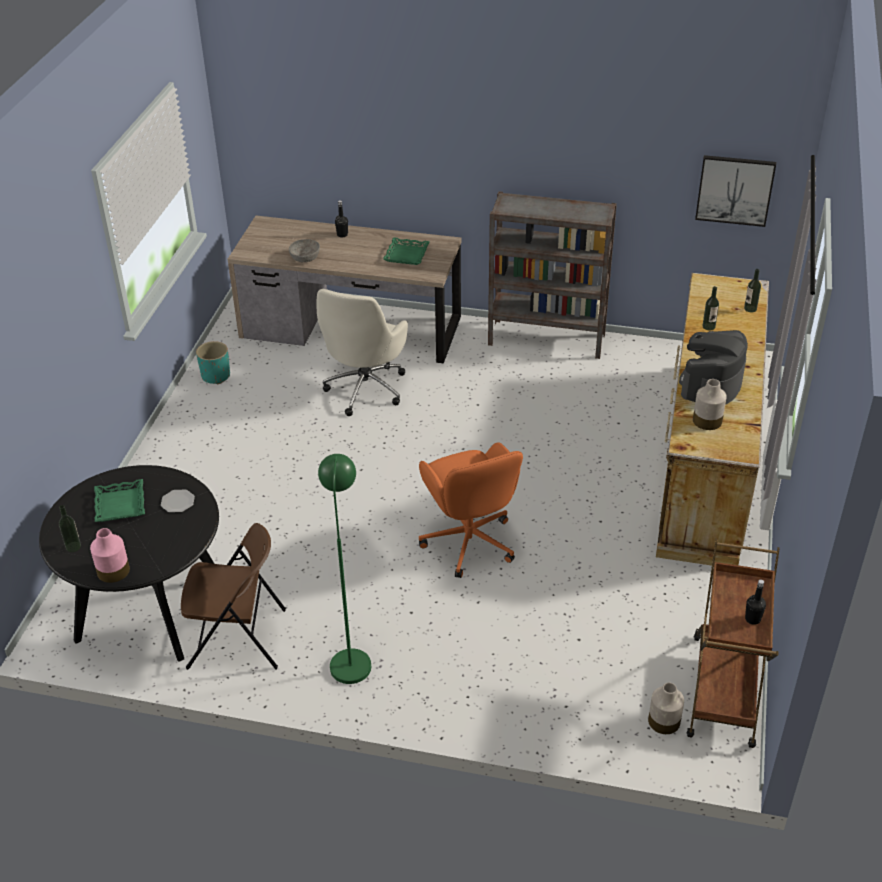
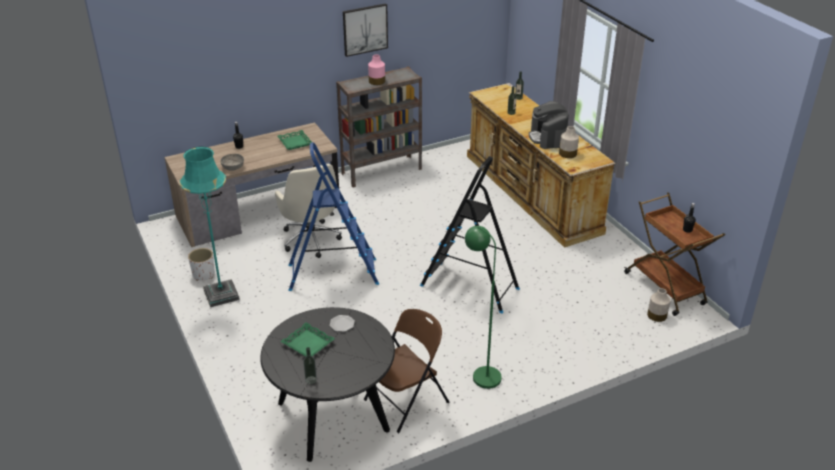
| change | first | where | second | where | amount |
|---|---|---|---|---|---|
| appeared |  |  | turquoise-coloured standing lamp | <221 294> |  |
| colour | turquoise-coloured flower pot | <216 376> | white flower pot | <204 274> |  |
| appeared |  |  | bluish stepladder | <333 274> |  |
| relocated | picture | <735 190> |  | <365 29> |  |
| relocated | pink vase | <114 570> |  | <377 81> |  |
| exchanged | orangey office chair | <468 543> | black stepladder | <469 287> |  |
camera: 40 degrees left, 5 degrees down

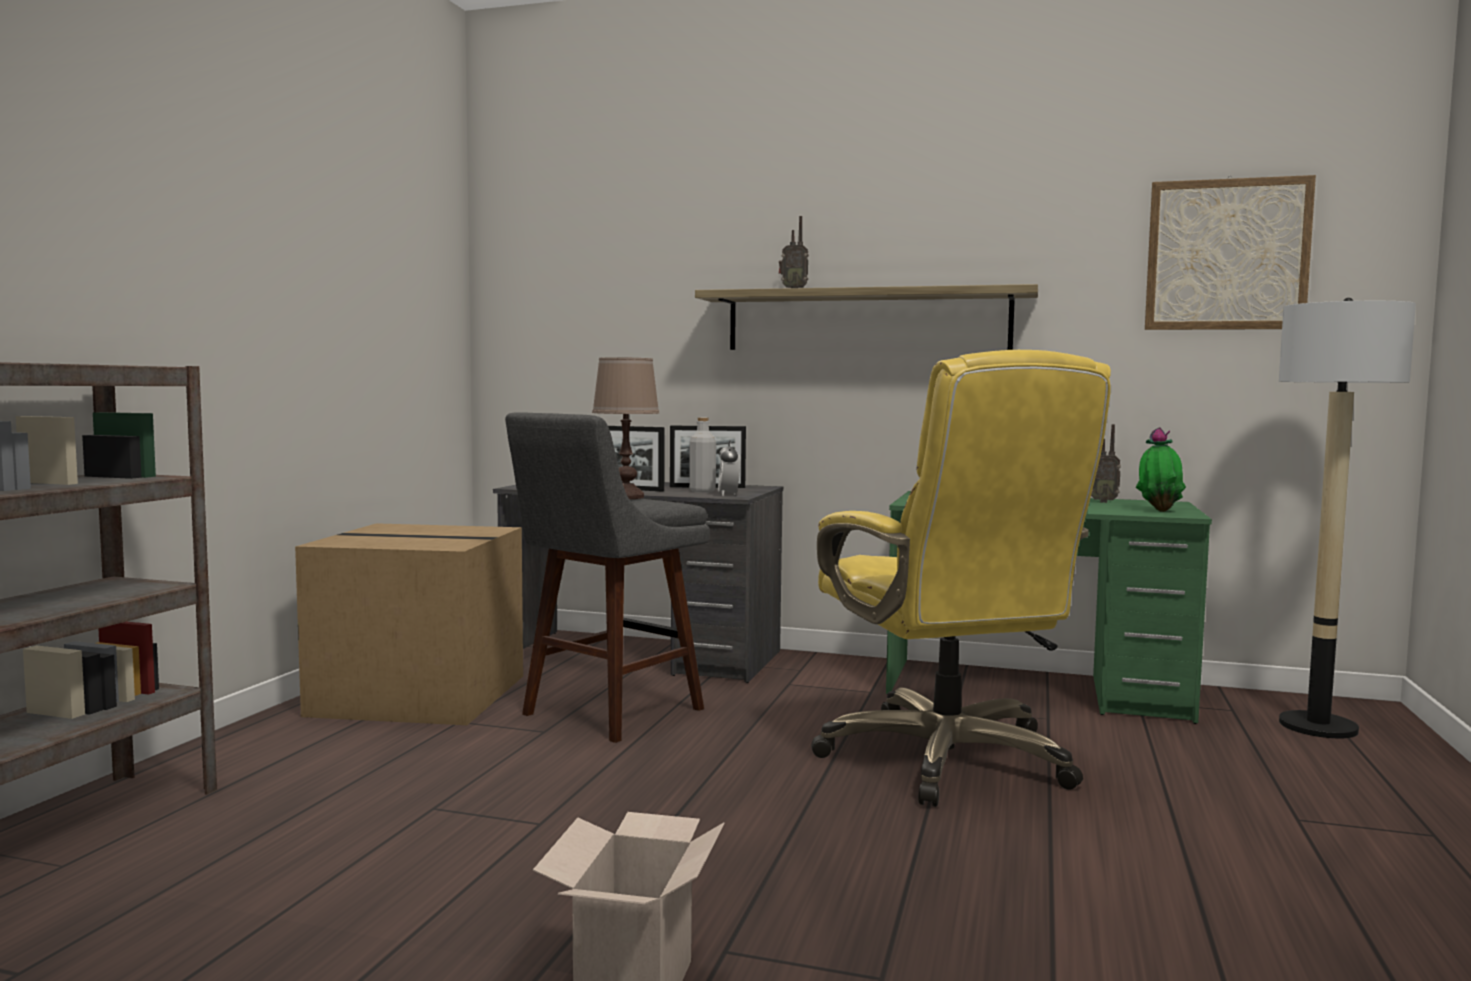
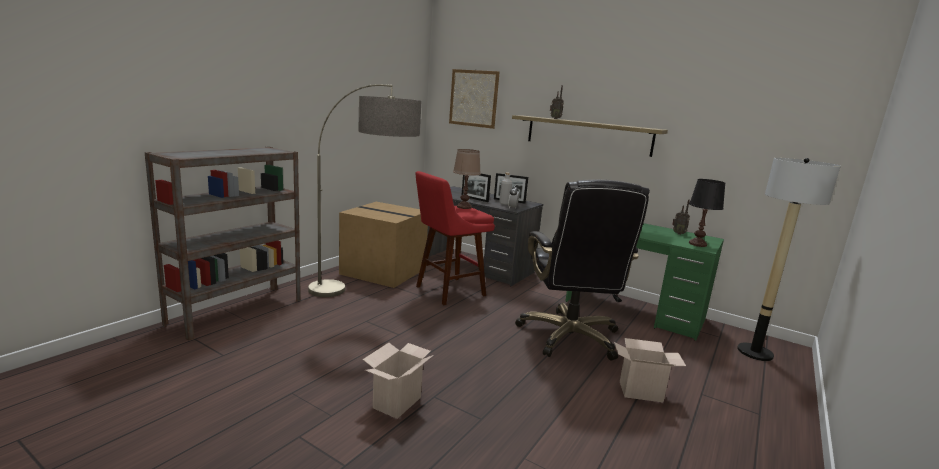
| change | first | where | second | where | amount |
|---|---|---|---|---|---|
| appeared |  |  | standing lamp | <364 299> |  |
| colour | gray stool | <607 714> | reddish stool | <447 291> |  |
| relocated | picture | <1227 253> |  | <473 97> |  |
| colour | yellowish office chair | <946 757> | black office chair | <569 336> |  |
| appeared |  |  | cardboard box | <641 391> |  |
| exchanged | plant in a pot | <1159 510> | black lamp for a table | <697 244> |  |
camera: 15 degrees right, 10 degrees up

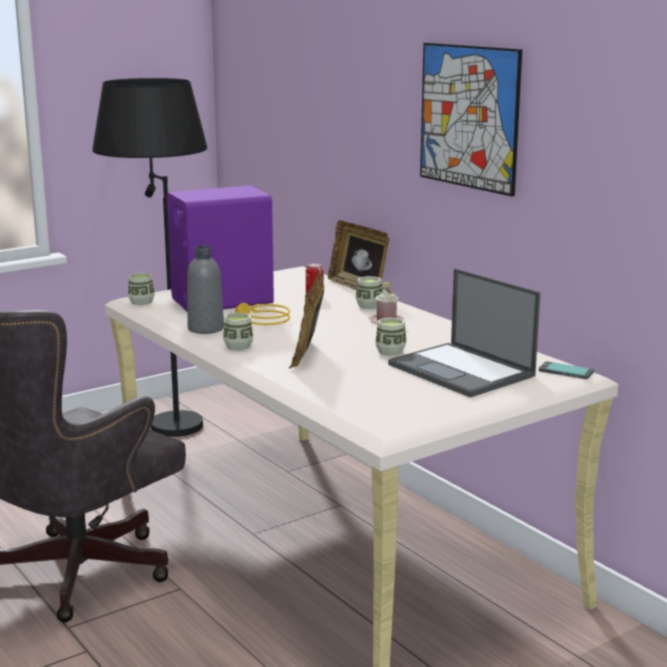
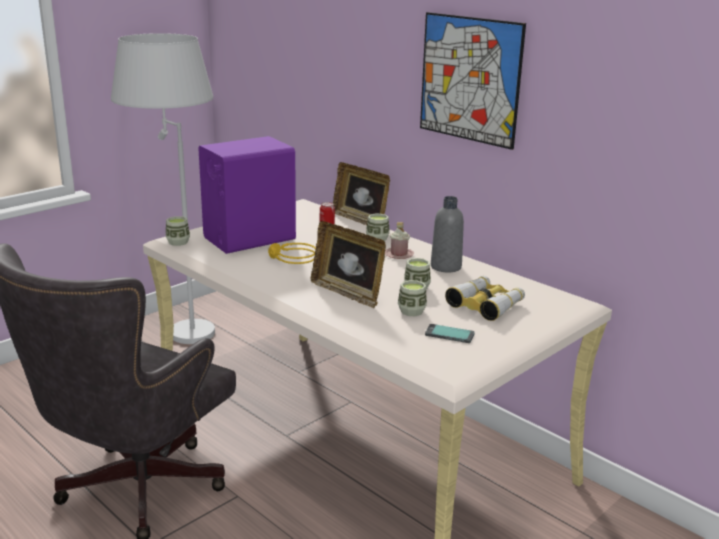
| change | first | where | second | where | amount |
|---|---|---|---|---|---|
| colour | black standing lamp | <164 417> | white standing lamp | <179 325> |  |
| spun | photo frame | <308 354> |  | <348 293> | 45 degrees counterclockwise |
| relocated | drinking cup | <238 346> |  | <411 311> |  |
| relocated | telephone | <565 371> |  | <449 335> |  |
| relocated | gray drink bottle | <205 329> |  | <446 267> |  |
| exchanged | laptop | <462 371> | field glasses | <485 305> |  |
camera: 10 degrees left, 5 degrees up

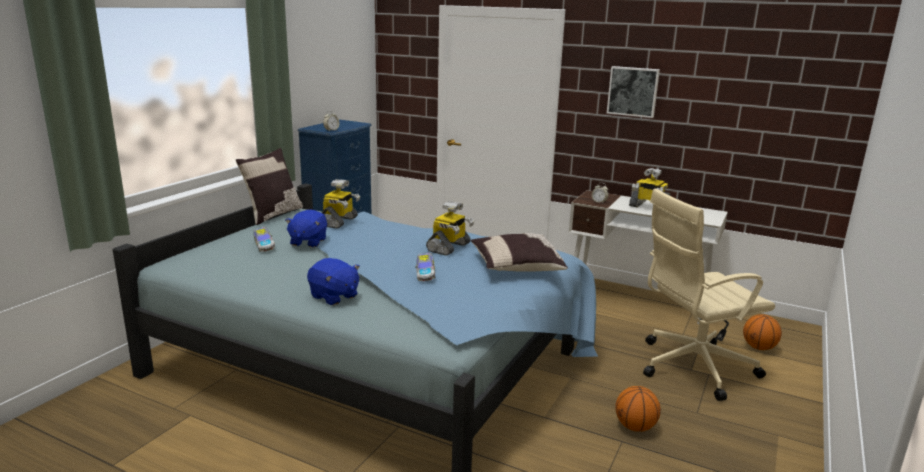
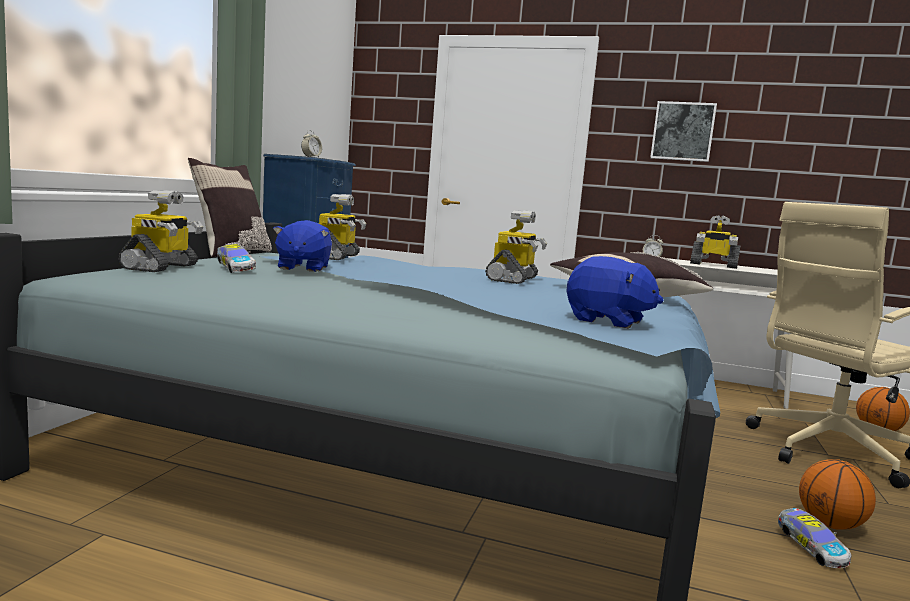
| change | first | where | second | where | amount |
|---|---|---|---|---|---|
| appeared |  |  | robot figure | <161 267> |  |
| relocated | bluish plush toy | <334 296> |  | <608 321> |  |
| relocated | toy car | <425 274> |  | <809 548> |  |
camera: 10 degrees left, 10 degrees down

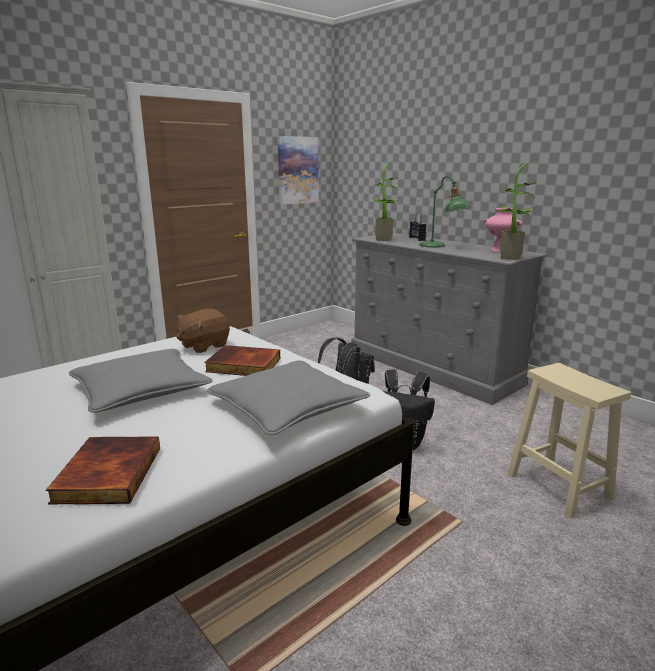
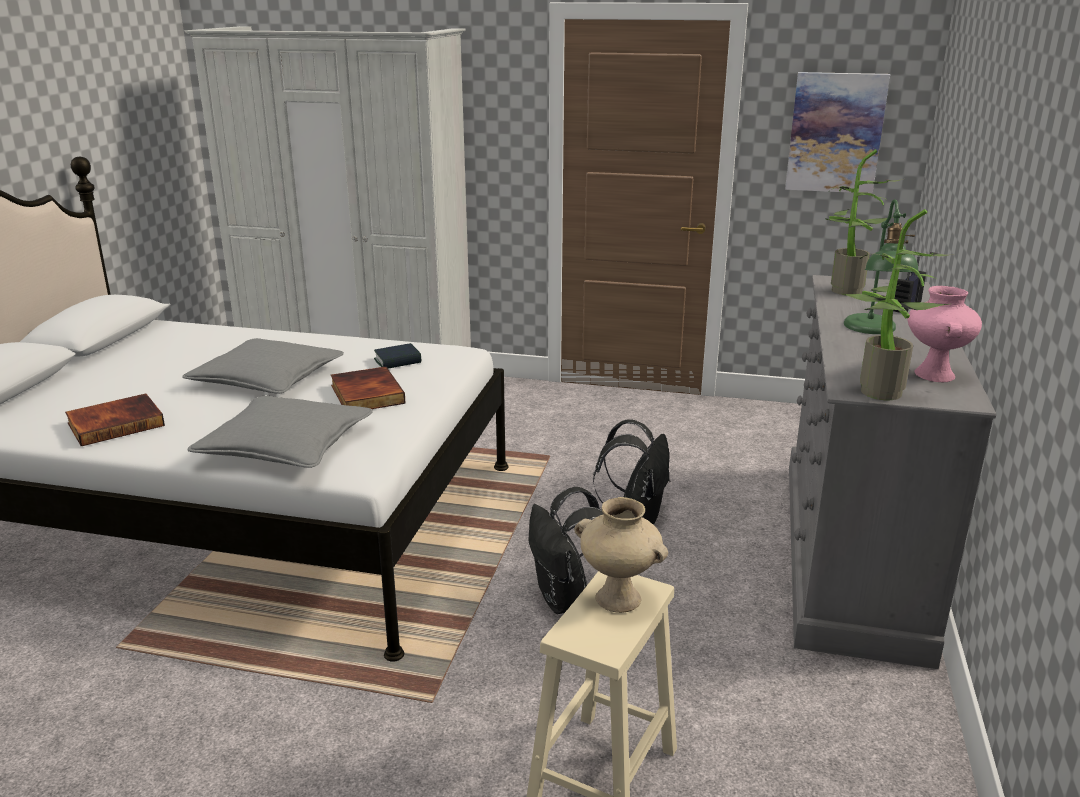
| change | first | where | second | where | amount |
|---|---|---|---|---|---|
| exchanged | brown-coloured plush toy | <203 346> | bound book | <398 361> |  |
| appeared |  |  | beige vase | <619 598> |  |
camera: 55 degrees right, 5 degrees up

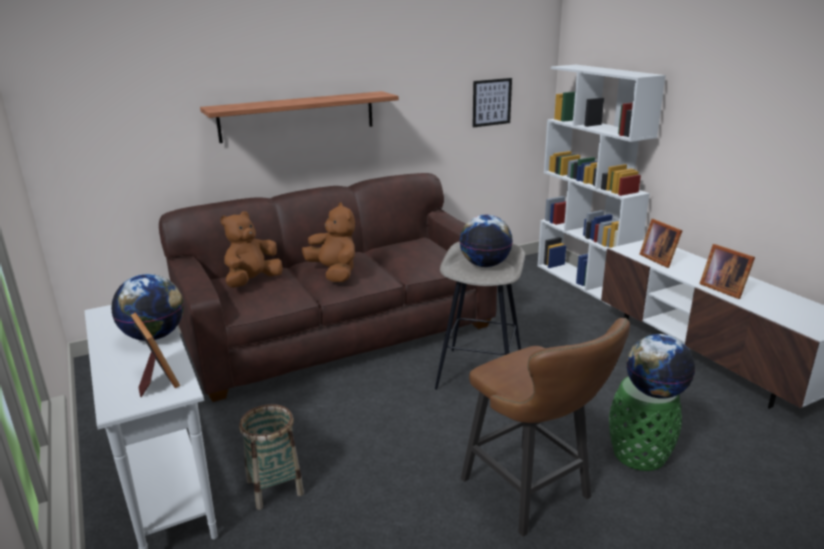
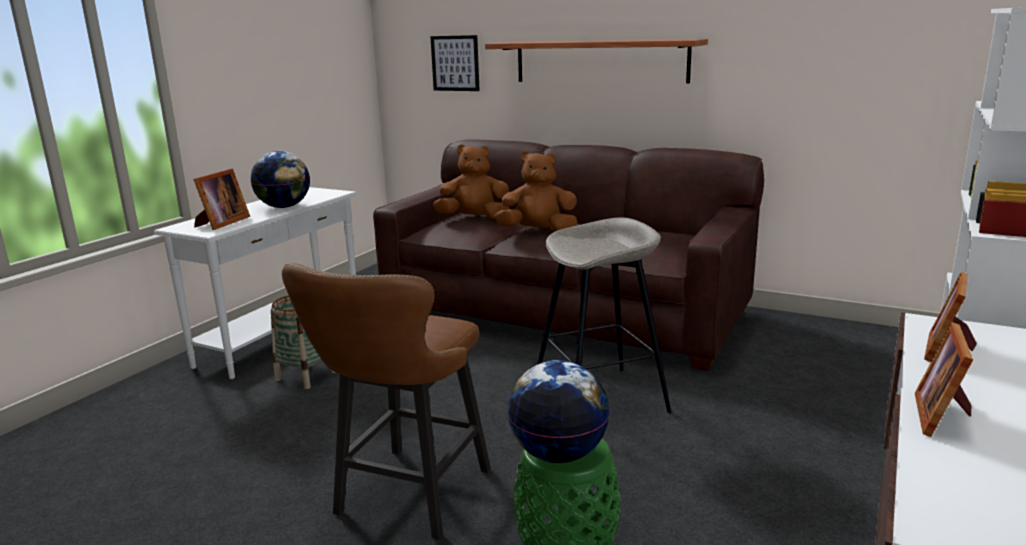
| change | first | where | second | where | amount |
|---|---|---|---|---|---|
| relocated | picture | <491 102> |  | <455 63> |  |
| spun | brown-coloured plush toy | <334 273> |  | <538 232> | 105 degrees counterclockwise |
| missing | globe | <485 265> |  |  |  |
camera: 55 degrees right, 5 degrees down

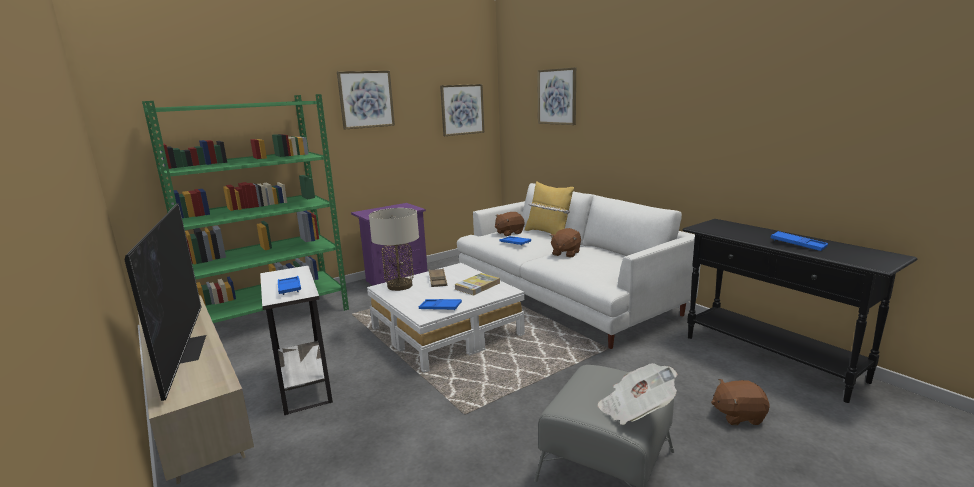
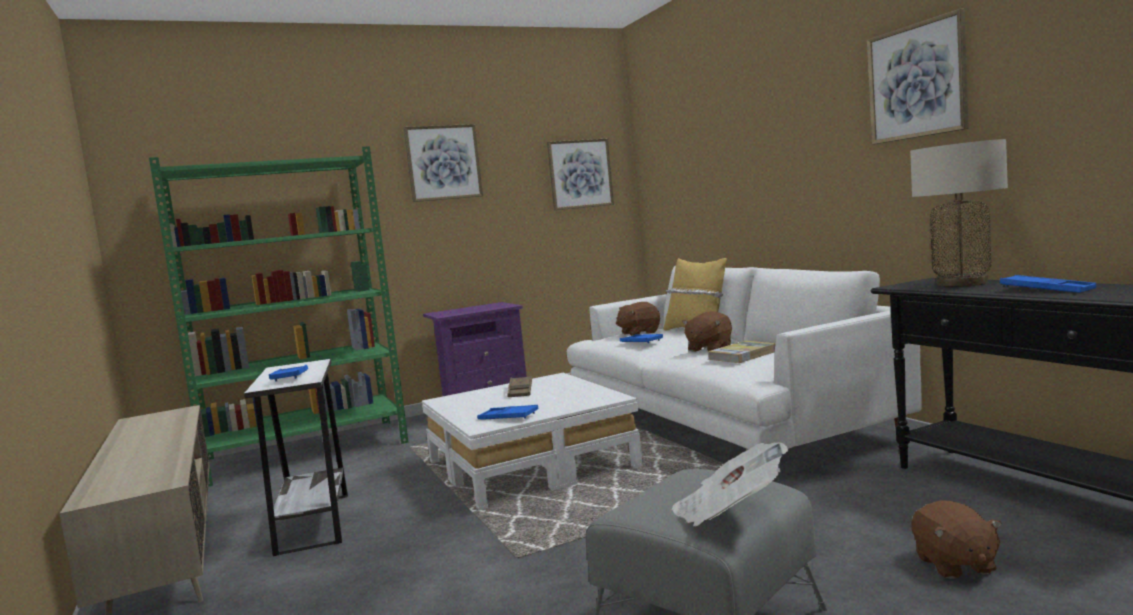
| change | first | where | second | where | amount |
|---|---|---|---|---|---|
| relocated | bound book | <477 286> |  | <742 355> |  |
| relocated | picture | <557 96> |  | <917 81> |  |
| relocated | lamp for a table | <399 286> |  | <961 283> |  |
| spun | brown-coloured plush toy | <738 415> |  | <954 564> | 105 degrees counterclockwise |
| missing | TV set | <184 349> |  |  |  |
camera: 10 degrees right, 10 degrees down

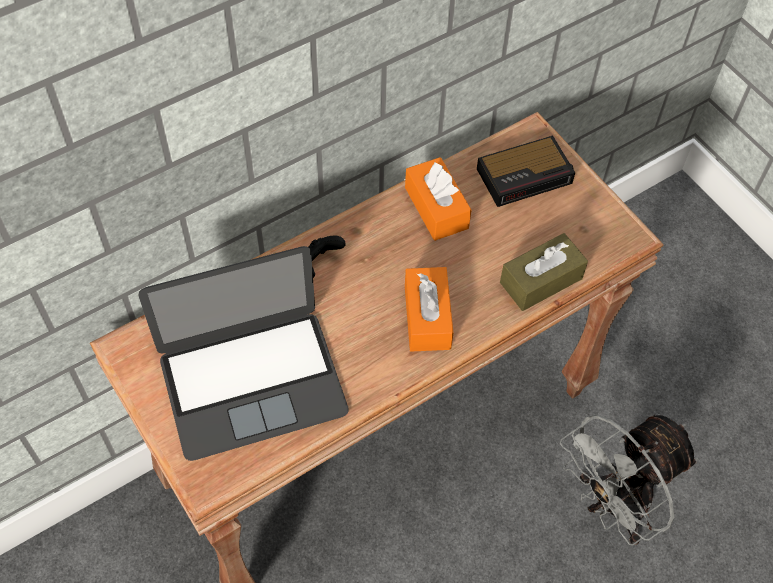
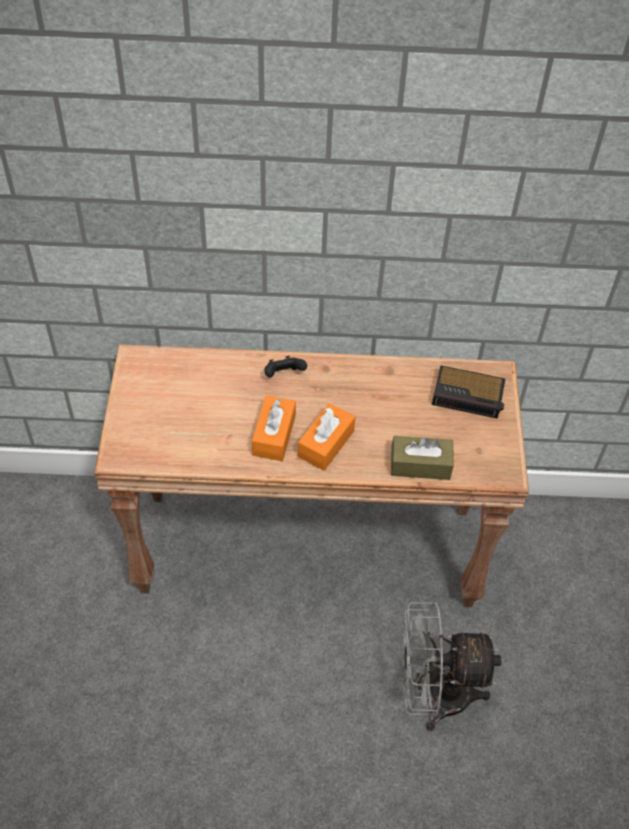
| change | first | where | second | where | amount |
|---|---|---|---|---|---|
| relocated | orangey box of tissues | <436 208> |  | <274 435> |  |
| missing | laptop | <252 383> |  |  |  |
camera: 35 degrees right, 5 degrees down

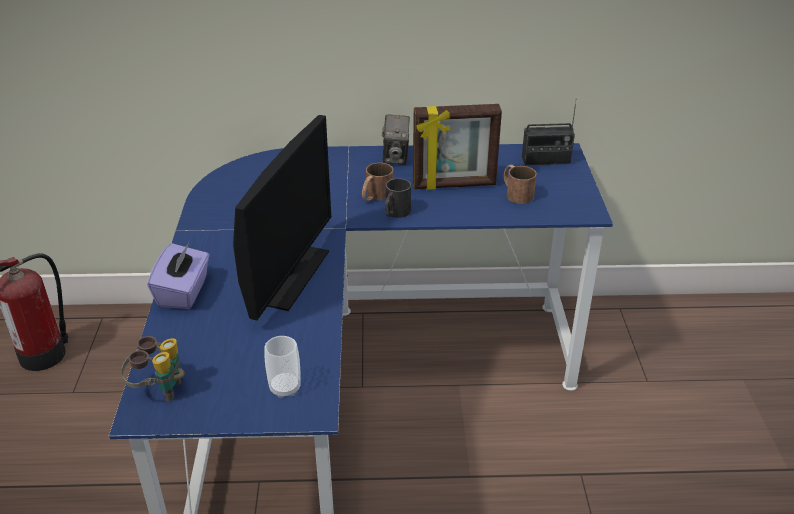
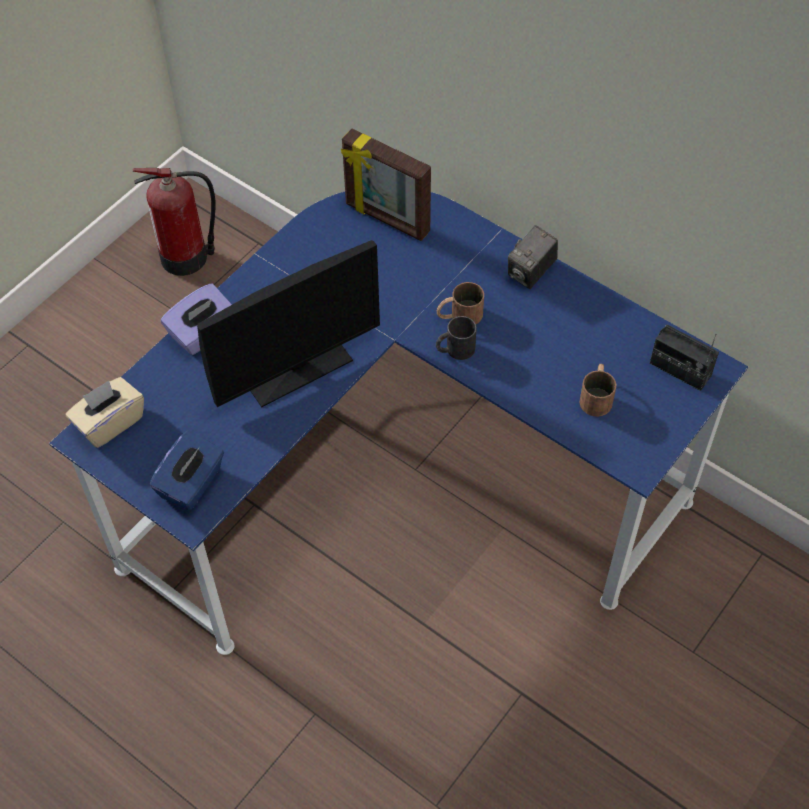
| change | first | where | second | where | amount |
|---|---|---|---|---|---|
| exchanged | field glasses | <158 389> | beige box of tissues | <110 423> |  |
| exchanged | drinking cup | <285 388> | bluish box of tissues | <192 483> |  |
| relocated | photo frame | <454 185> |  | <386 219> |  |
camera: 40 degrees right, 20 degrees up

